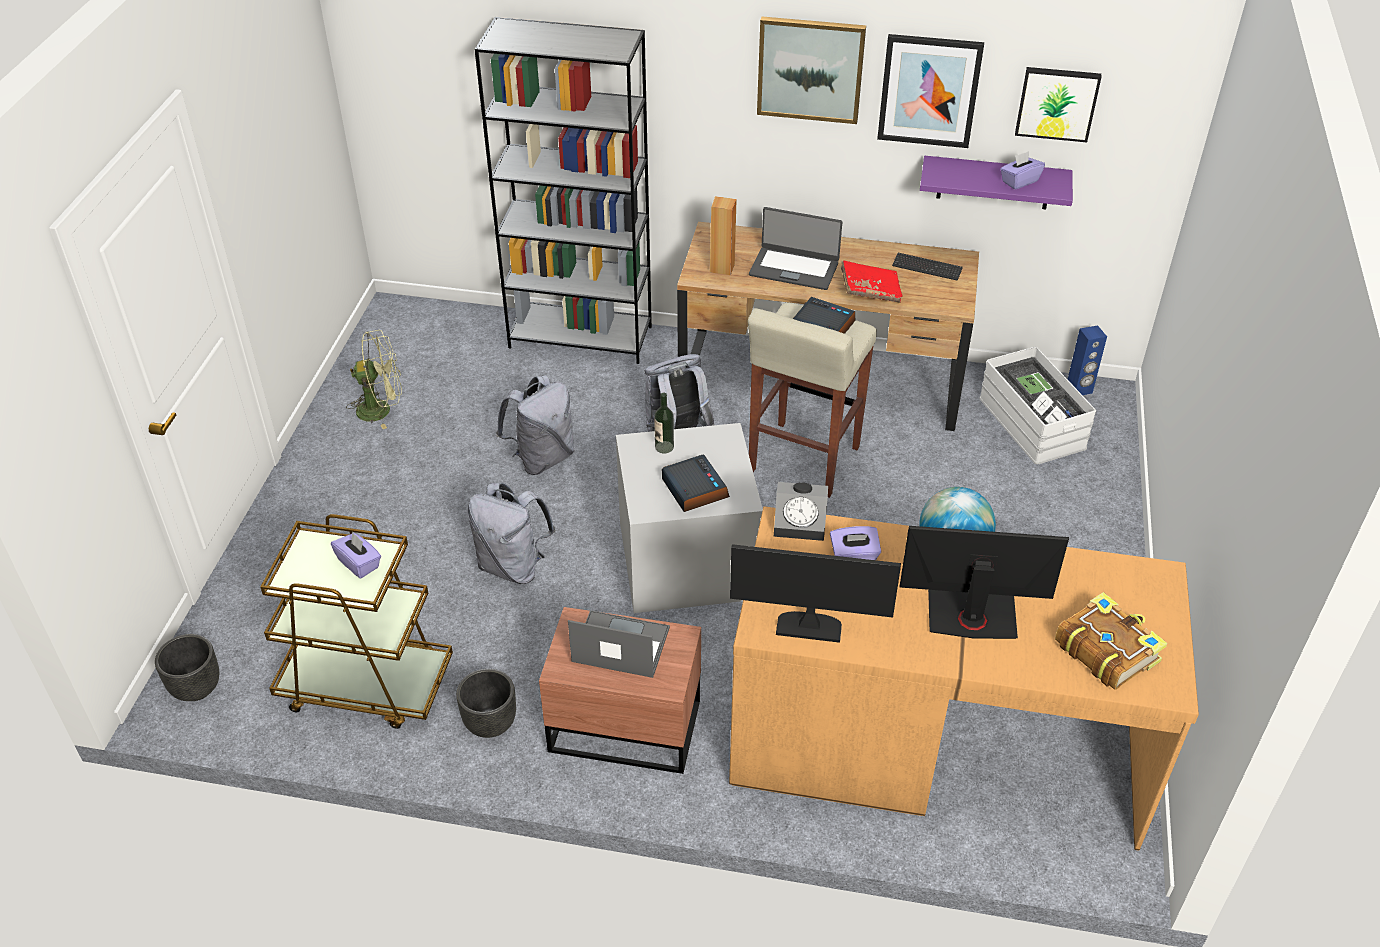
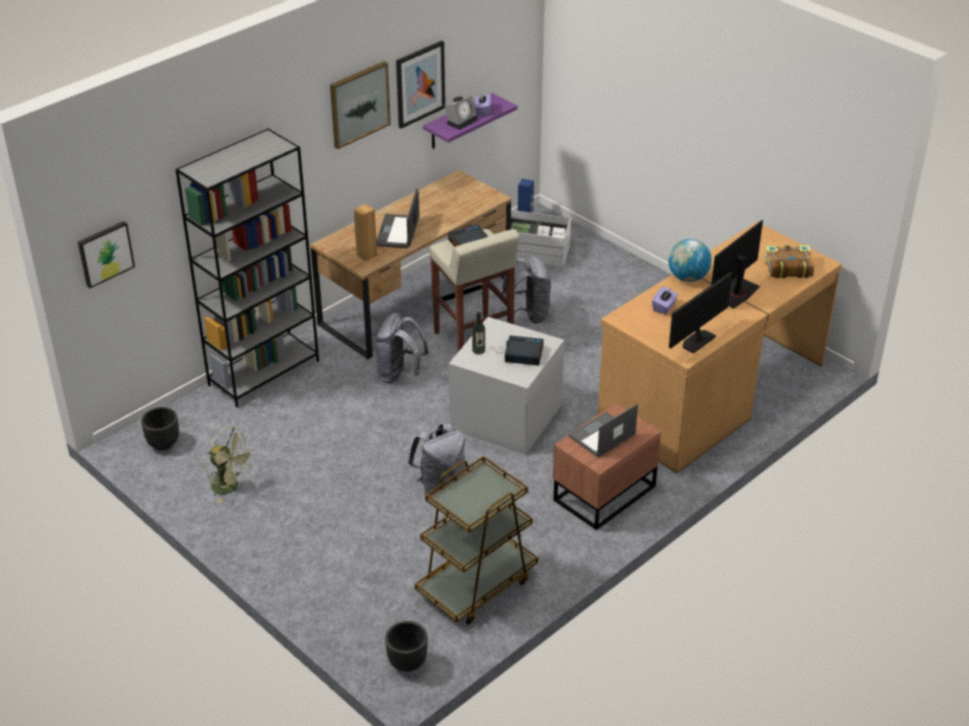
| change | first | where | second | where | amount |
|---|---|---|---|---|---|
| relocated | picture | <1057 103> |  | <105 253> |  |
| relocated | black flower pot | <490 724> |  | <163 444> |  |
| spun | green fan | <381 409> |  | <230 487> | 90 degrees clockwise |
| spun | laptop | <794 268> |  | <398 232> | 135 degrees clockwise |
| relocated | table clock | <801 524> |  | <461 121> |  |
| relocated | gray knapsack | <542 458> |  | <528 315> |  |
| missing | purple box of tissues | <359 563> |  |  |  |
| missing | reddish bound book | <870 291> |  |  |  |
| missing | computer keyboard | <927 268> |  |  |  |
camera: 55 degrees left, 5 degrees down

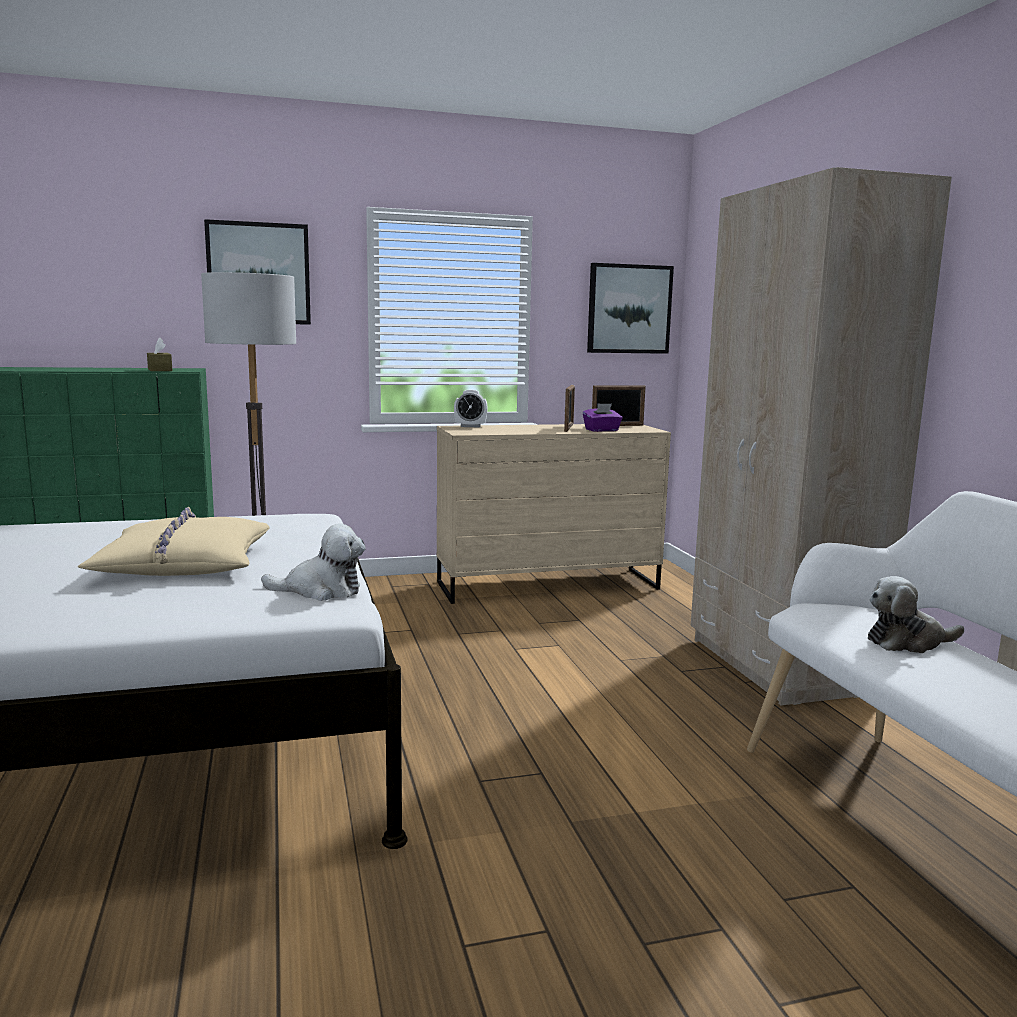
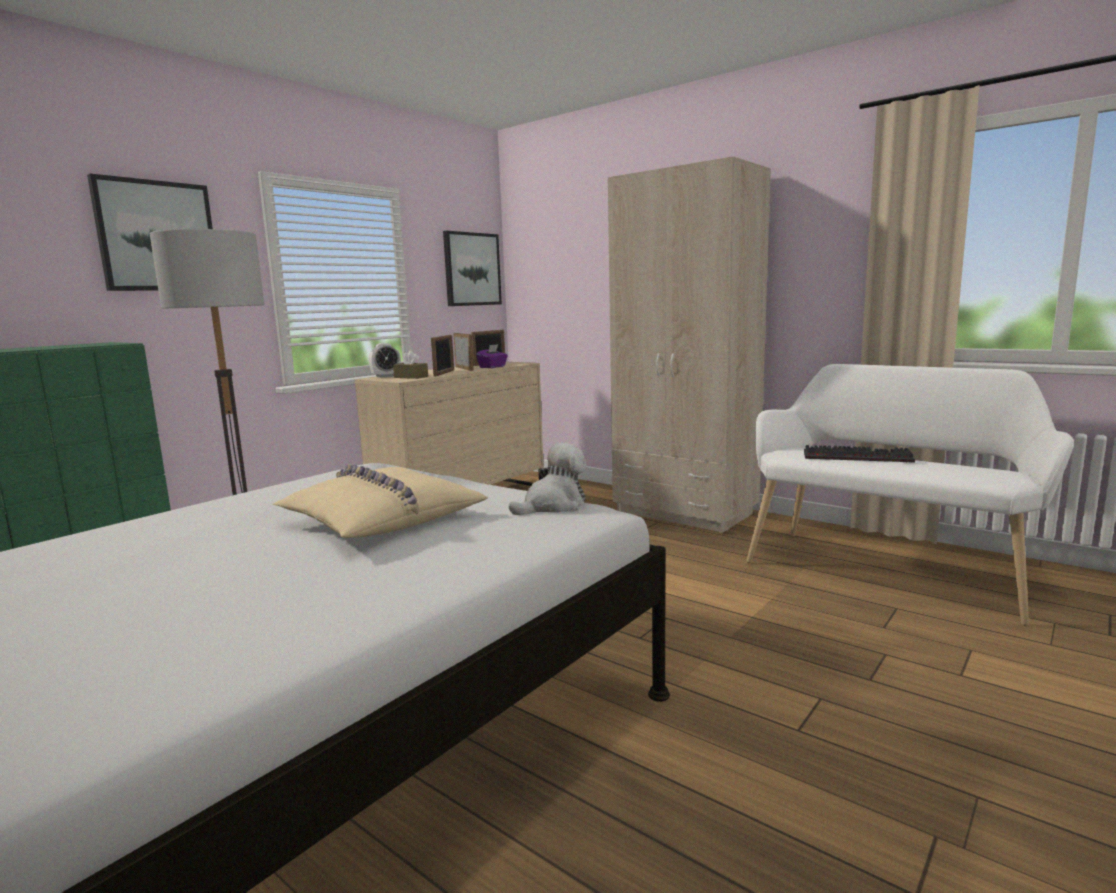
| change | first | where | second | where | amount |
|---|---|---|---|---|---|
| relocated | brown-coloured box of tissues | <160 370> |  | <411 377> |  |
| appeared |  |  | photo frame | <444 373> |  |
| exchanged | plush toy | <908 642> | computer keyboard | <858 457> |  |
camera: 35 degrees left, 0 degrees up

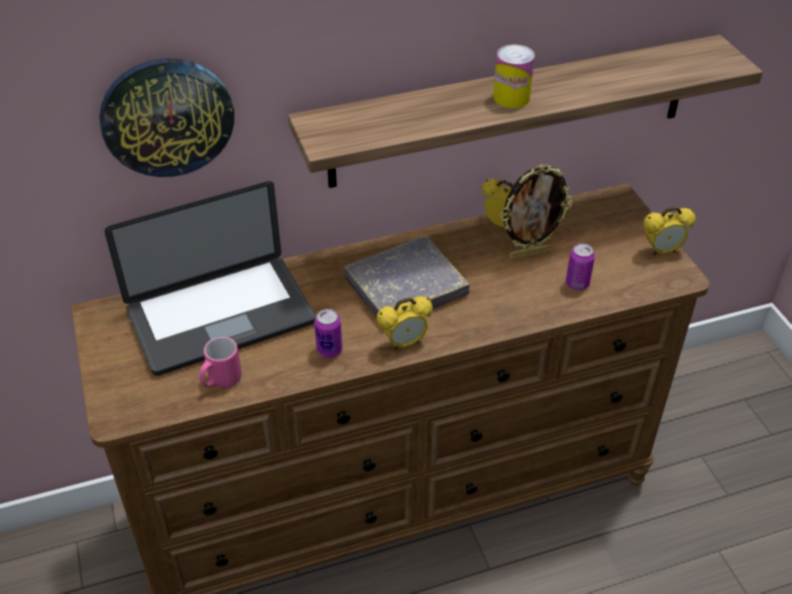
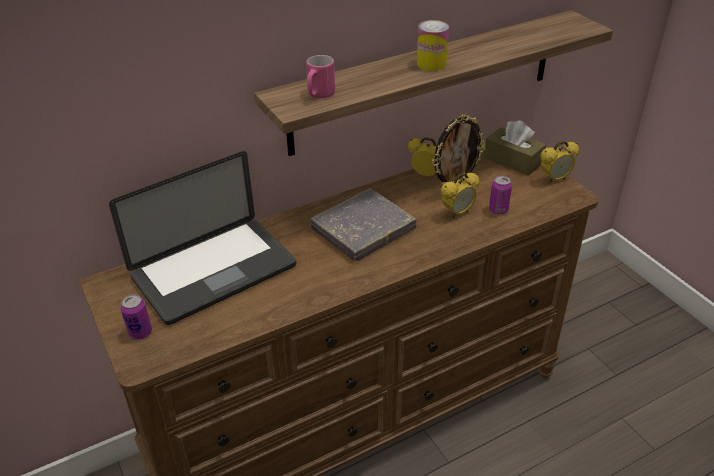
| change | first | where | second | where | amount |
|---|---|---|---|---|---|
| relocated | metal can | <329 350> |  | <140 332> |  |
| relocated | pink tea mug | <221 381> |  | <319 95> |  |
| relocated | table clock | <404 343> |  | <457 213> |  |
| appeared |  |  | brown-coloured box of tissues | <513 160> |  |
| missing | clock on the wall | <167 117> |  |  |  |
camera: 10 degrees left, 5 degrees down

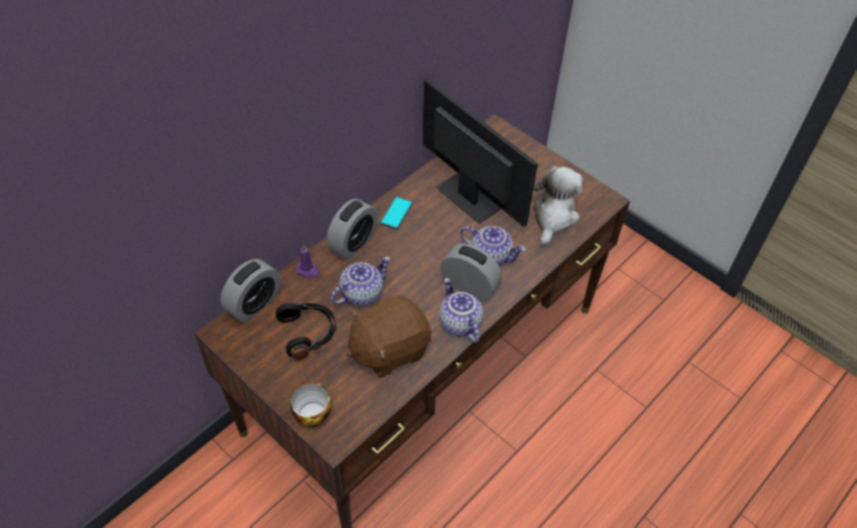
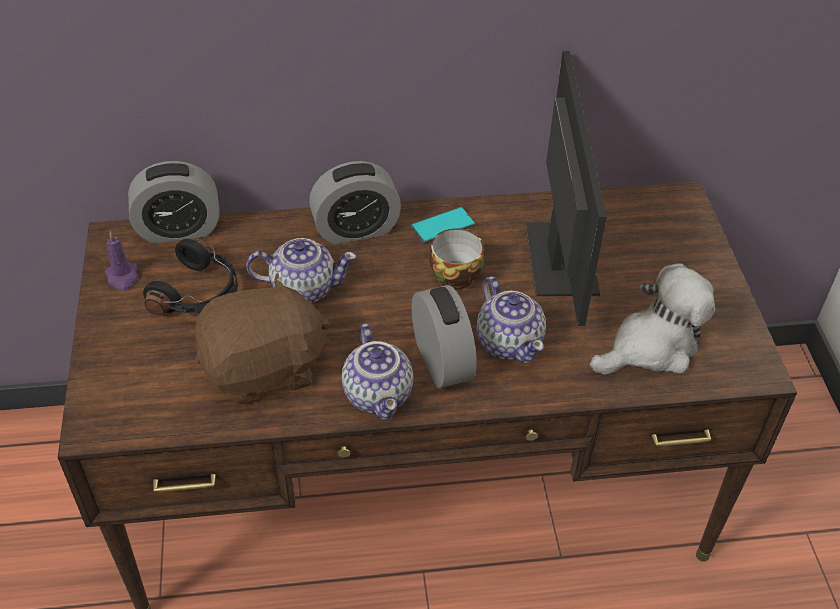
| change | first | where | second | where | amount |
|---|---|---|---|---|---|
| relocated | purple candle | <308 270> |  | <122 277> |  |
| spun | brown-coloured plush toy | <389 349> |  | <264 369> | 150 degrees clockwise |
| spun | teapot | <458 323> |  | <379 395> | 150 degrees clockwise |
| relocated | drinking cup | <311 413> |  | <455 274> |  |
camera: 40 degrees right, 5 degrees down

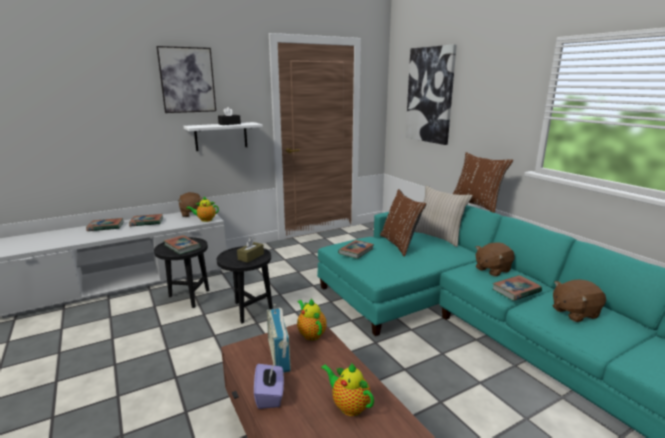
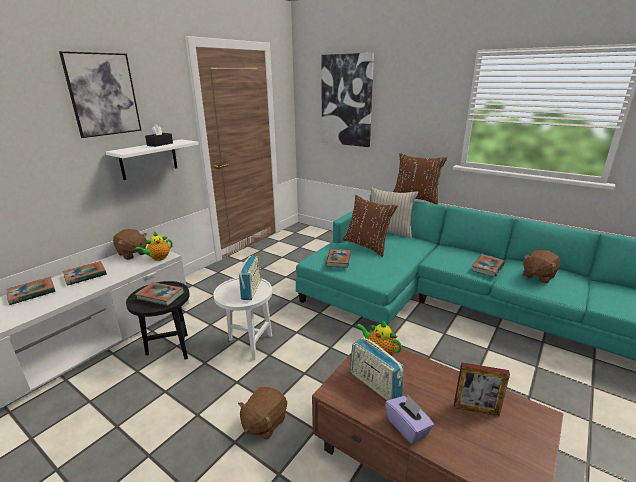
| change | first | where | second | where | amount |
|---|---|---|---|---|---|
| colour | black accent table | <248 309> | white accent table | <248 344> |  |
| relocated | brown-coloured plush toy | <492 269> |  | <264 423> |  |
| exchanged | brown-coloured box of tissues | <251 257> | radio | <251 289> |  |
| exchanged | teapot | <348 406> | photo frame | <476 409> |  |
camera: 25 degrees left, 5 degrees up

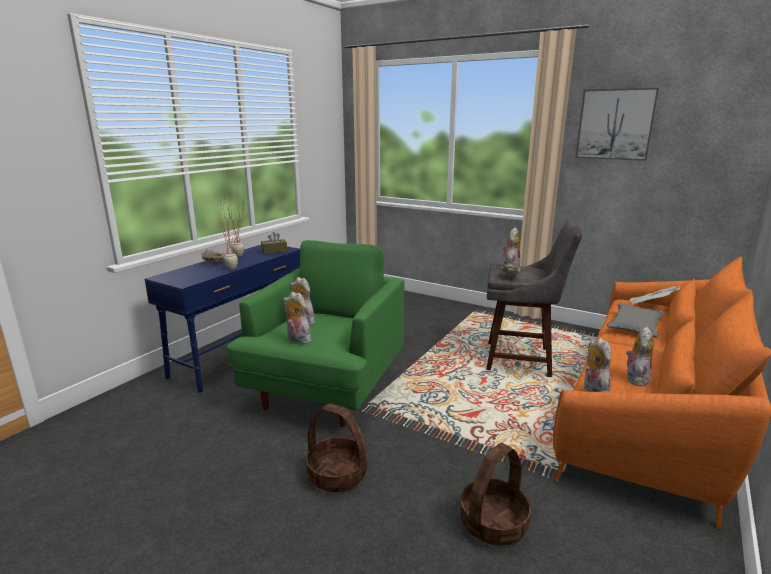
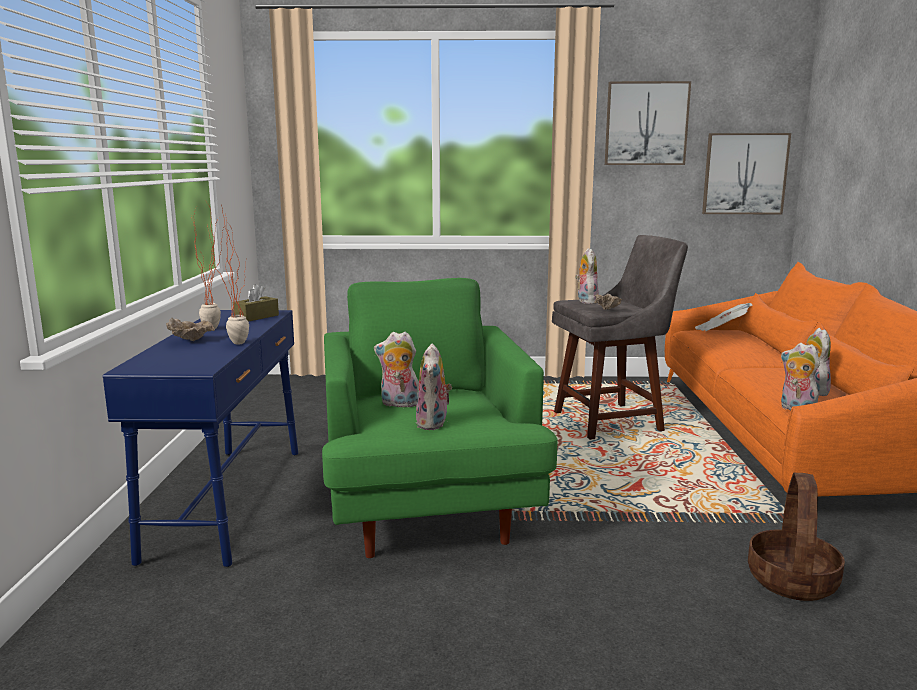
| change | first | where | second | where | amount |
|---|---|---|---|---|---|
| spun | plush toy | <297 340> |  | <434 424> | 90 degrees counterclockwise |
| appeared |  |  | picture | <744 174> |  |
| missing | household basket | <336 475> |  |  |  |
| missing | gray throw pillow | <635 325> |  |  |  |
camera: 30 degrees left, 5 degrees down

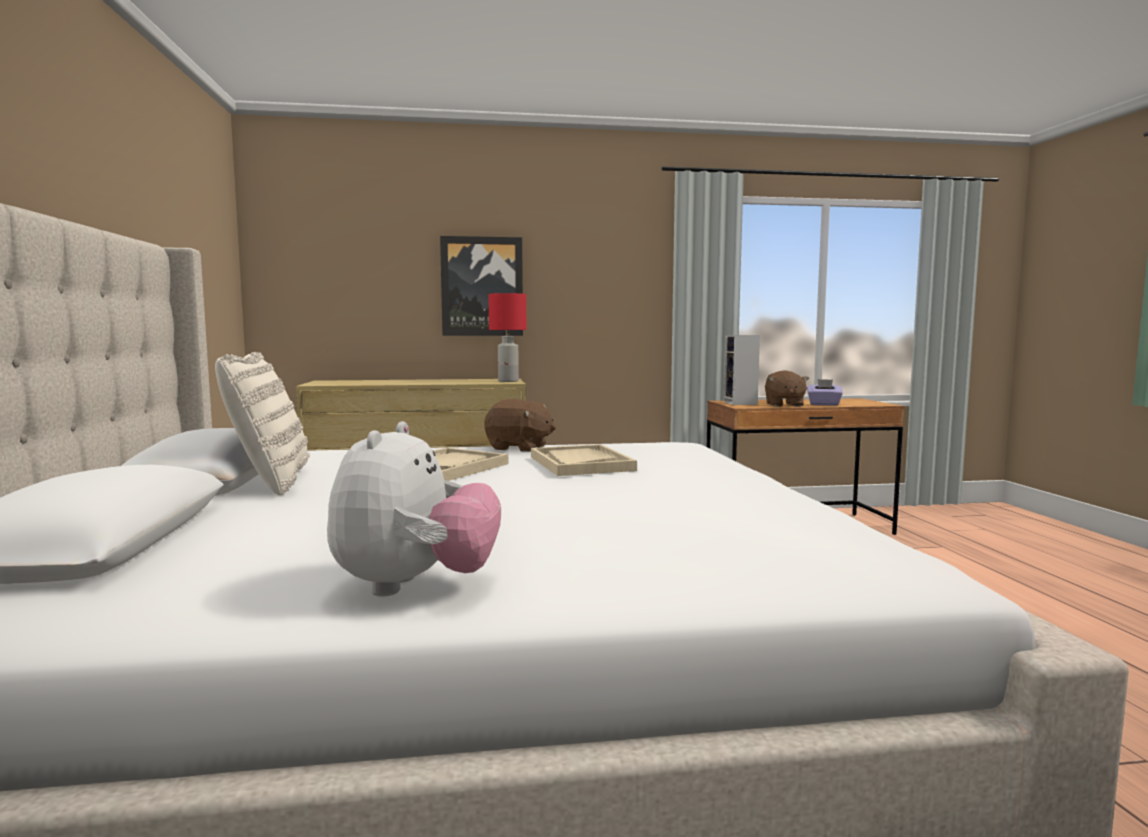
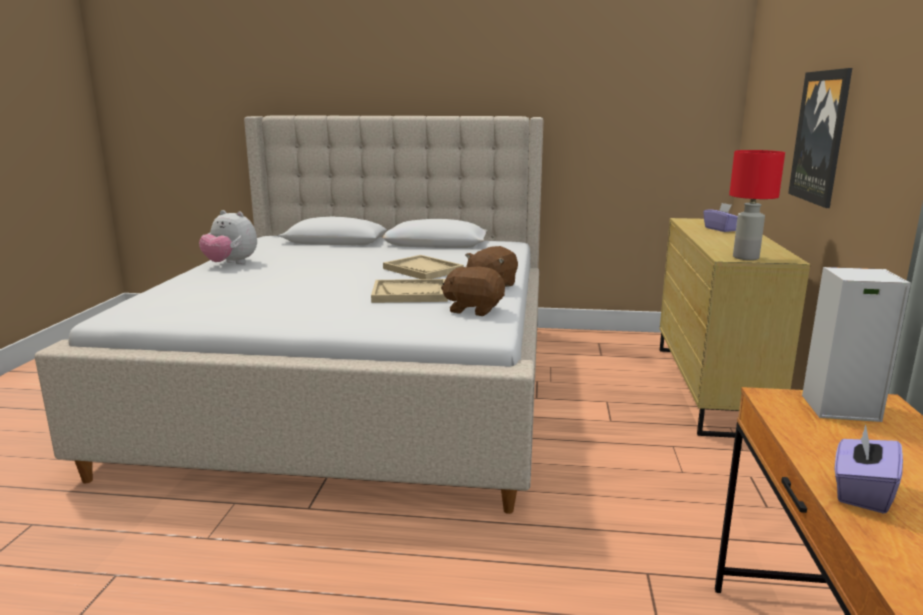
| change | first | where | second | where | amount |
|---|---|---|---|---|---|
| relocated | brown-coloured plush toy | <784 405> |  | <474 309> |  |
| appeared |  |  | purple box of tissues | <721 229> |  |
| missing | beige throw pillow | <270 482> |  |  |  |
camera: 105 degrees right, 10 degrees up

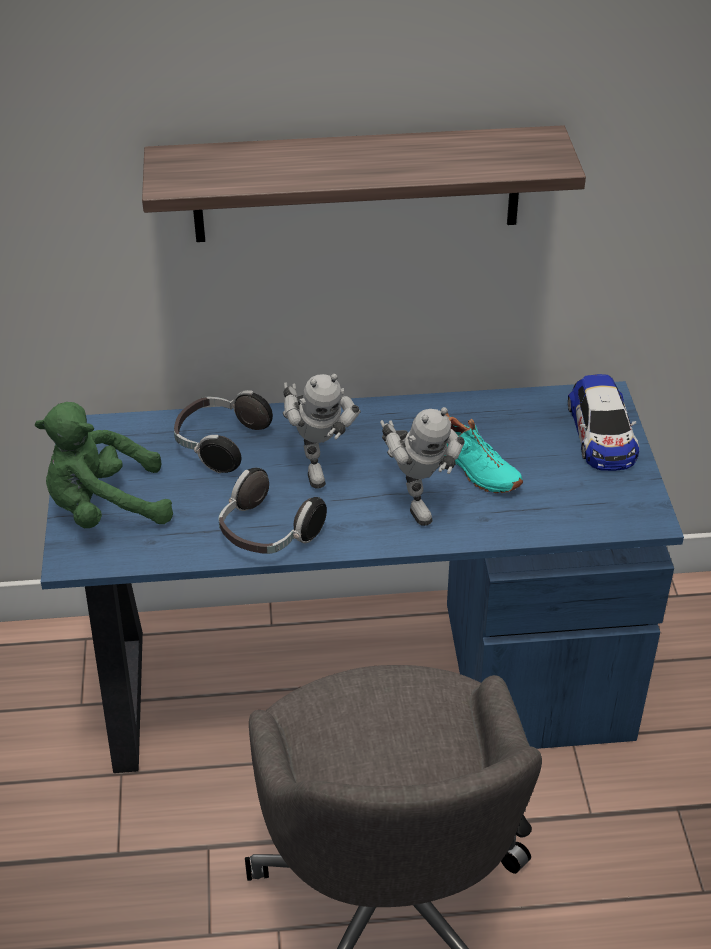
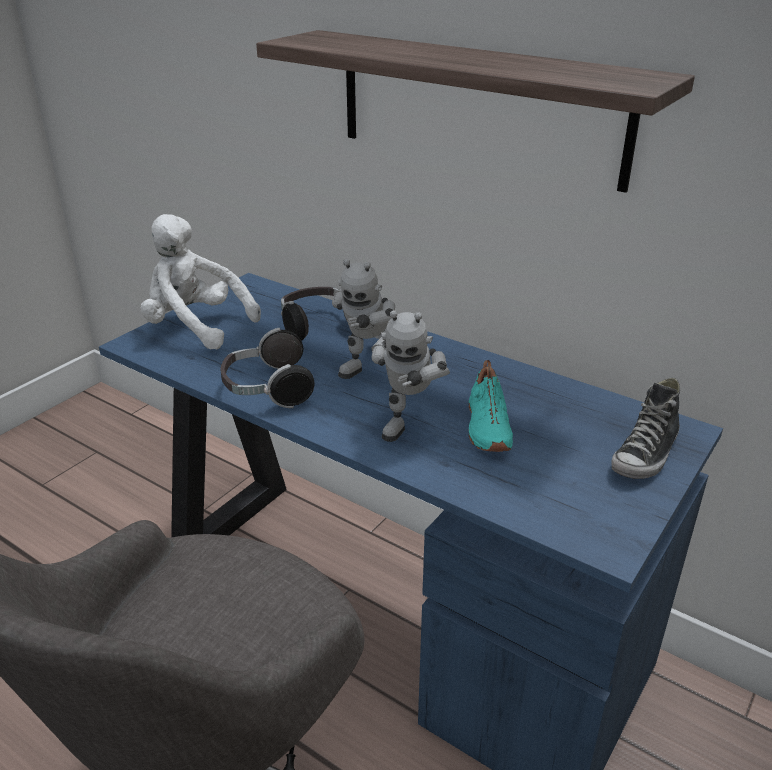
| change | first | where | second | where | amount |
|---|---|---|---|---|---|
| colour | green plush toy | <105 508> | white plush toy | <196 327> |  |
| exchanged | toy car | <601 433> | item of footwear | <645 455> |  |
camera: 40 degrees right, 10 degrees down

